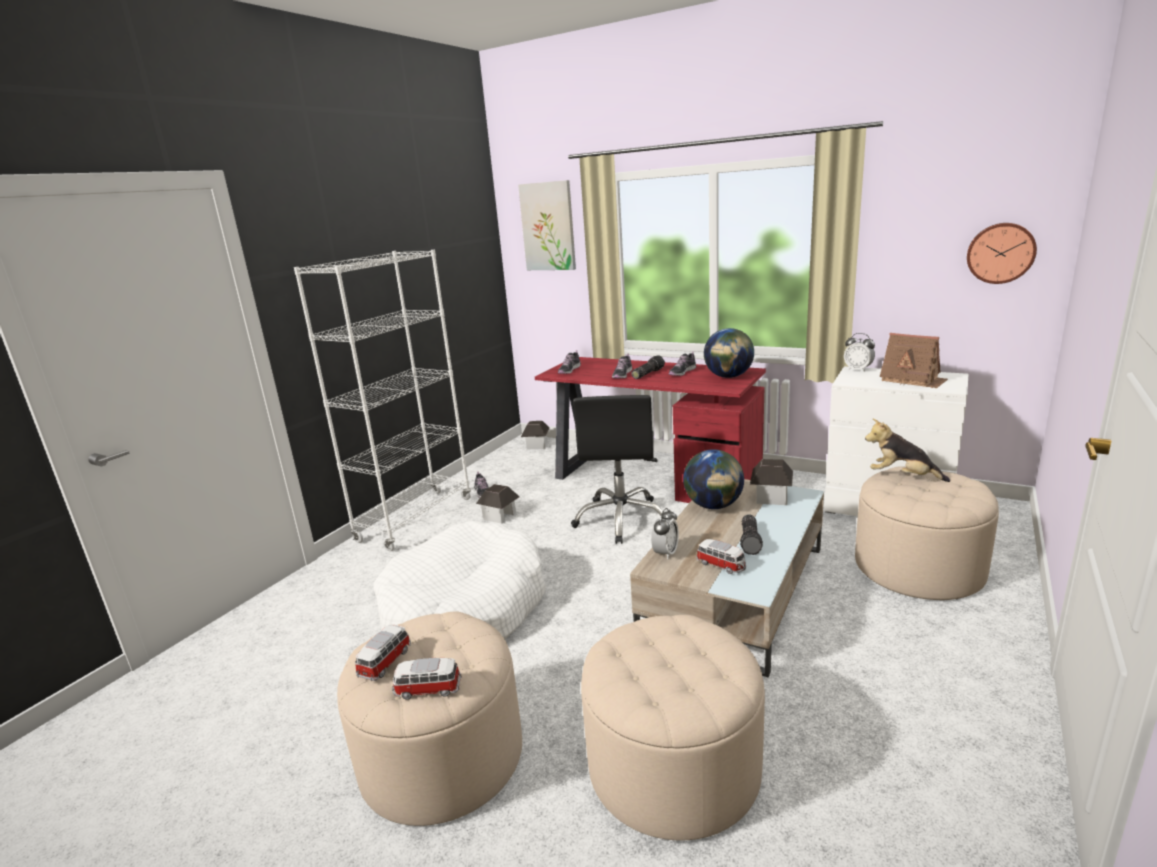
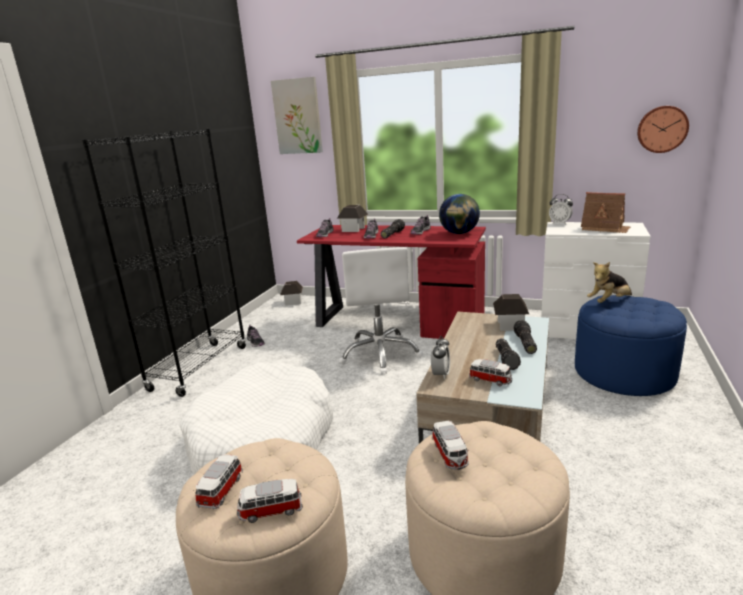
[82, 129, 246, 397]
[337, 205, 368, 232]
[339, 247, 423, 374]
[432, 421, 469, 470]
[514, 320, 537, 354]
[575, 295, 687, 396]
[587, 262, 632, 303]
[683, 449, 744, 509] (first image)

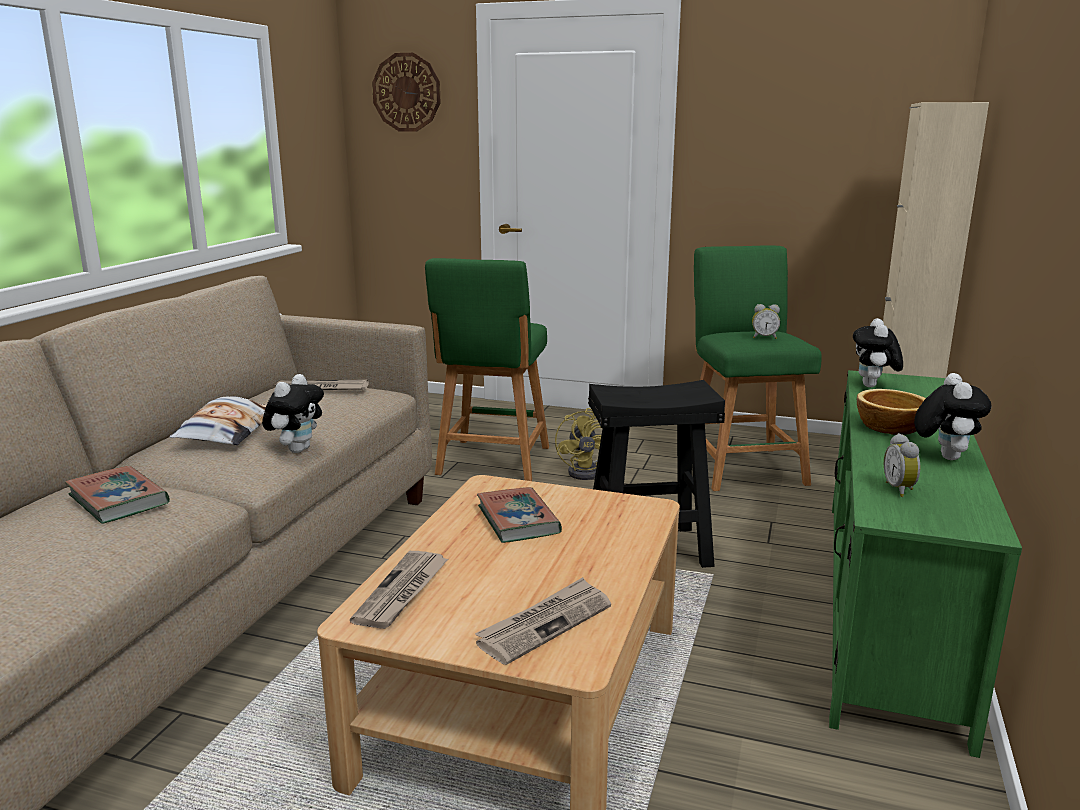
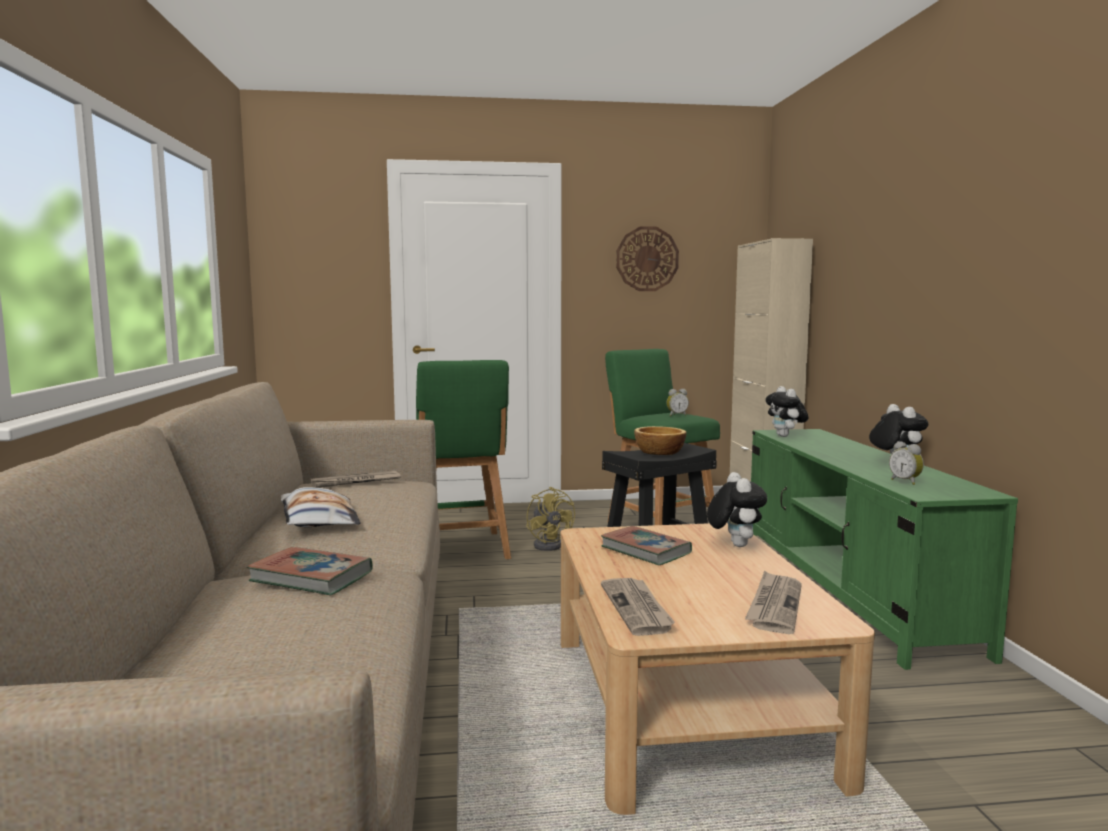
[616, 226, 679, 291]
[634, 426, 686, 455]
[707, 472, 767, 547]

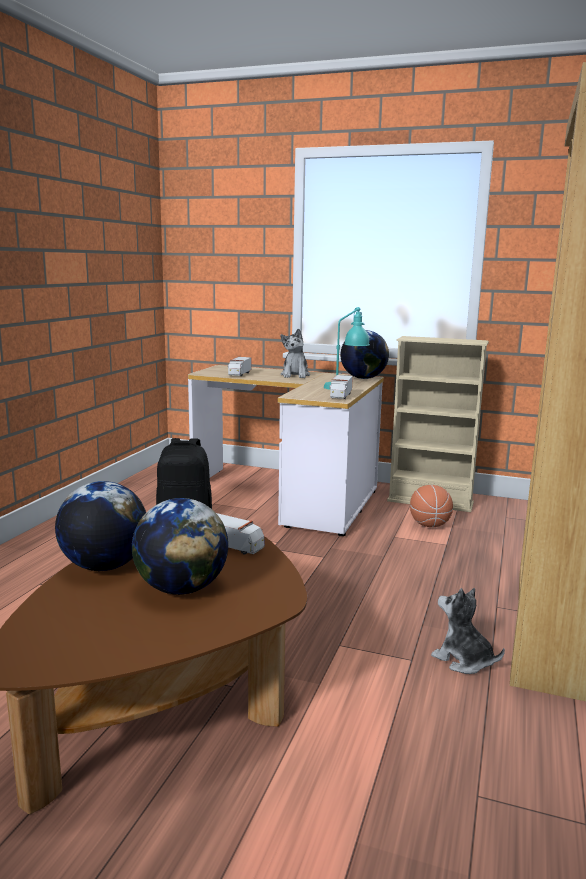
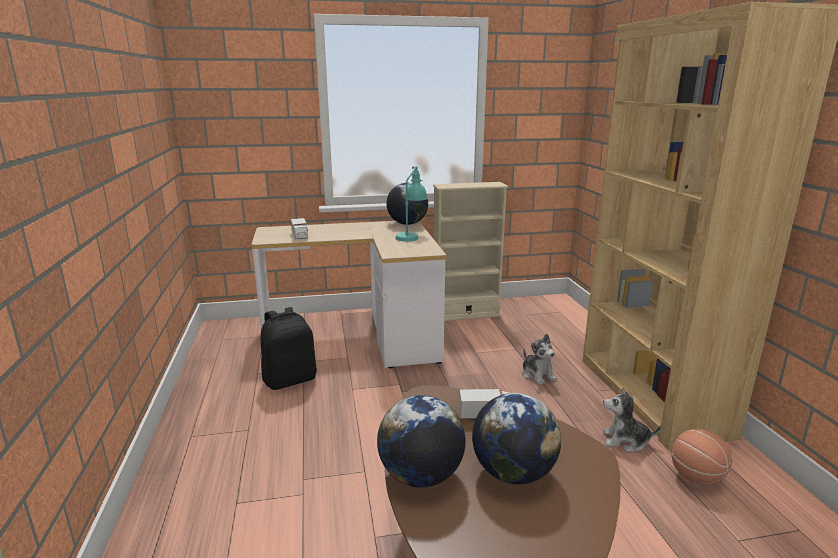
[522, 334, 557, 385]
[671, 429, 732, 486]
[329, 375, 353, 399] (first image)

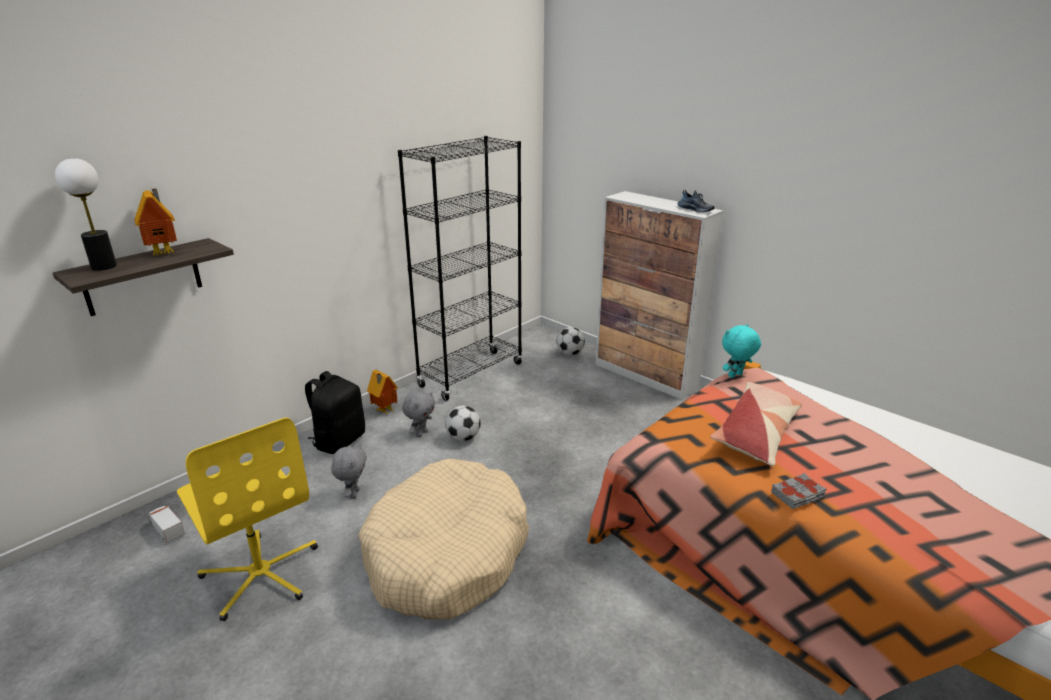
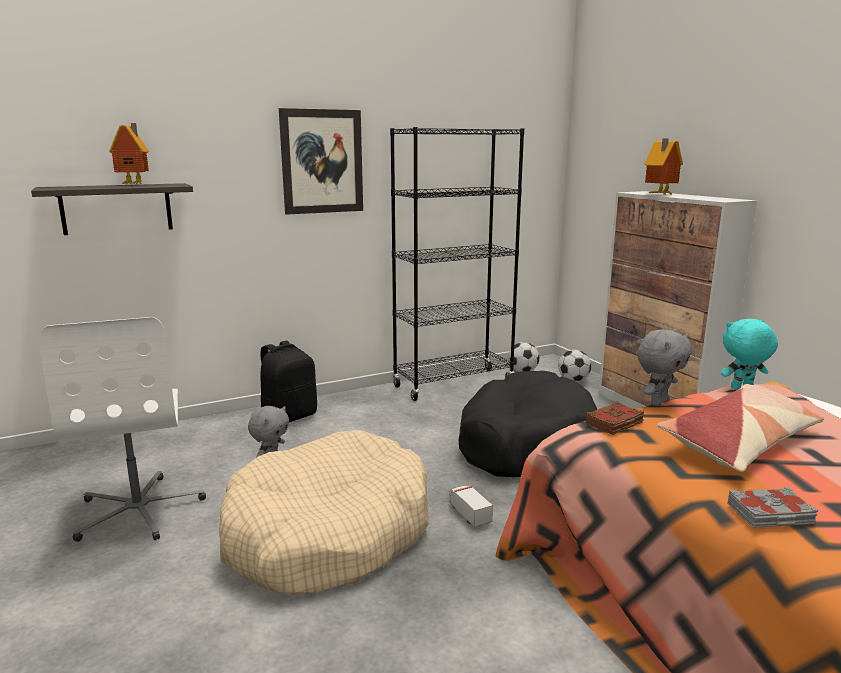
[39, 317, 206, 542]
[279, 108, 363, 215]
[449, 485, 493, 527]
[459, 371, 597, 477]
[508, 342, 539, 372]
[586, 402, 644, 435]
[637, 329, 692, 406]
[645, 139, 683, 195]
[55, 158, 117, 271] (first image)
[677, 190, 715, 212] (first image)

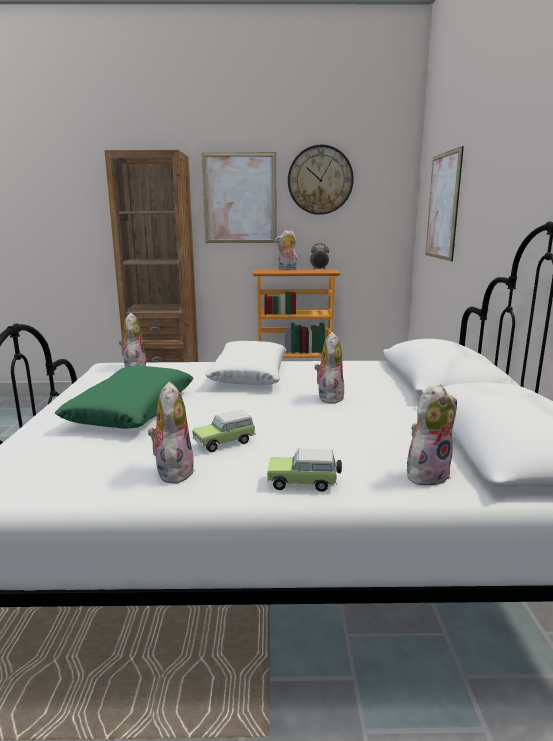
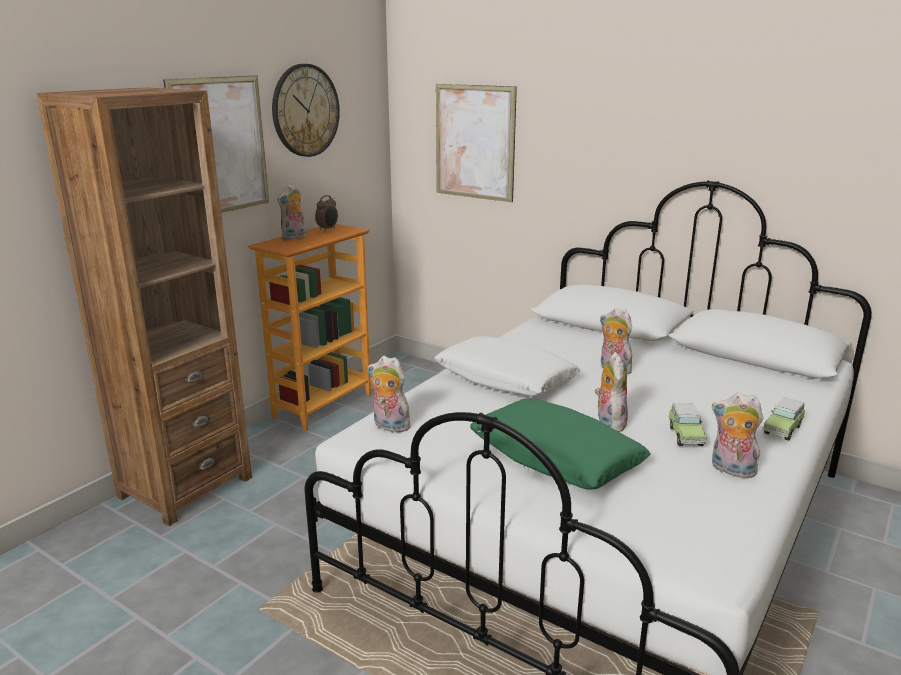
[595, 352, 628, 432]

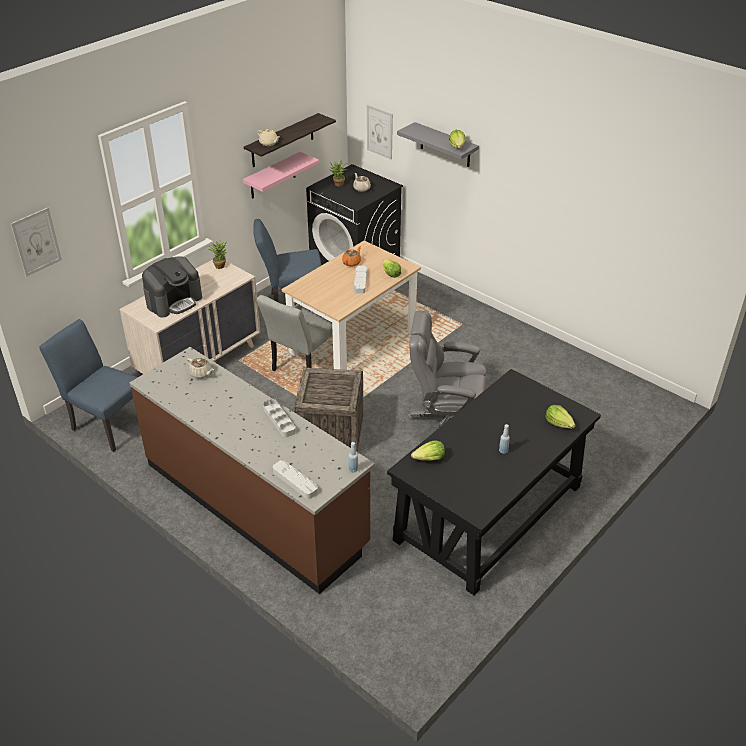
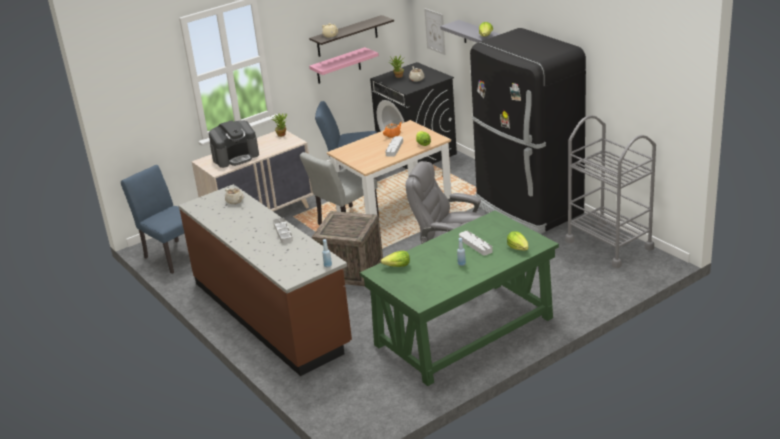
[360, 210, 559, 386]
[459, 231, 493, 255]
[470, 28, 586, 234]
[565, 115, 656, 268]
[11, 208, 62, 277] (first image)

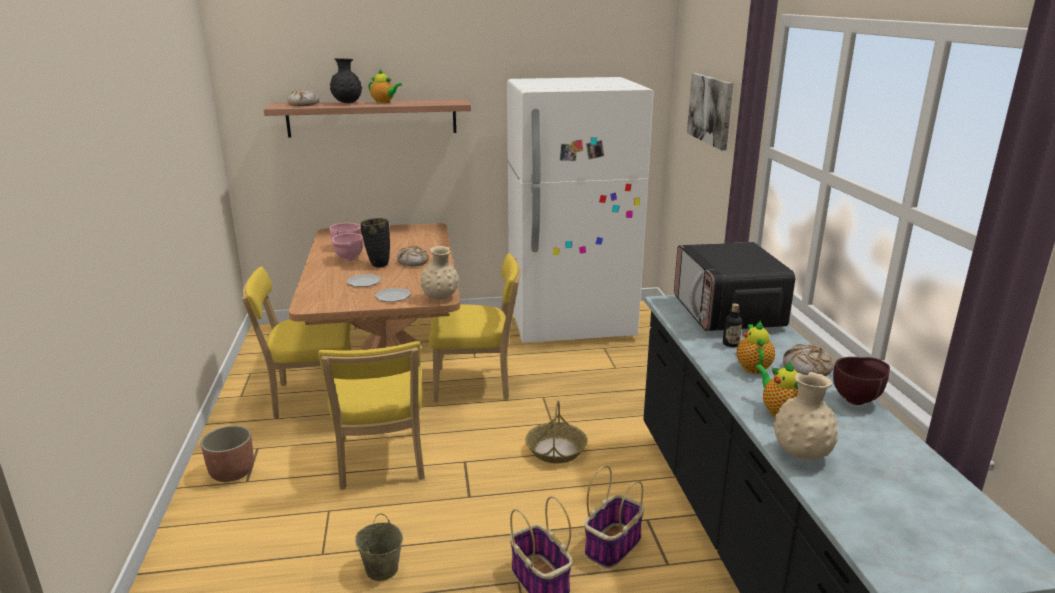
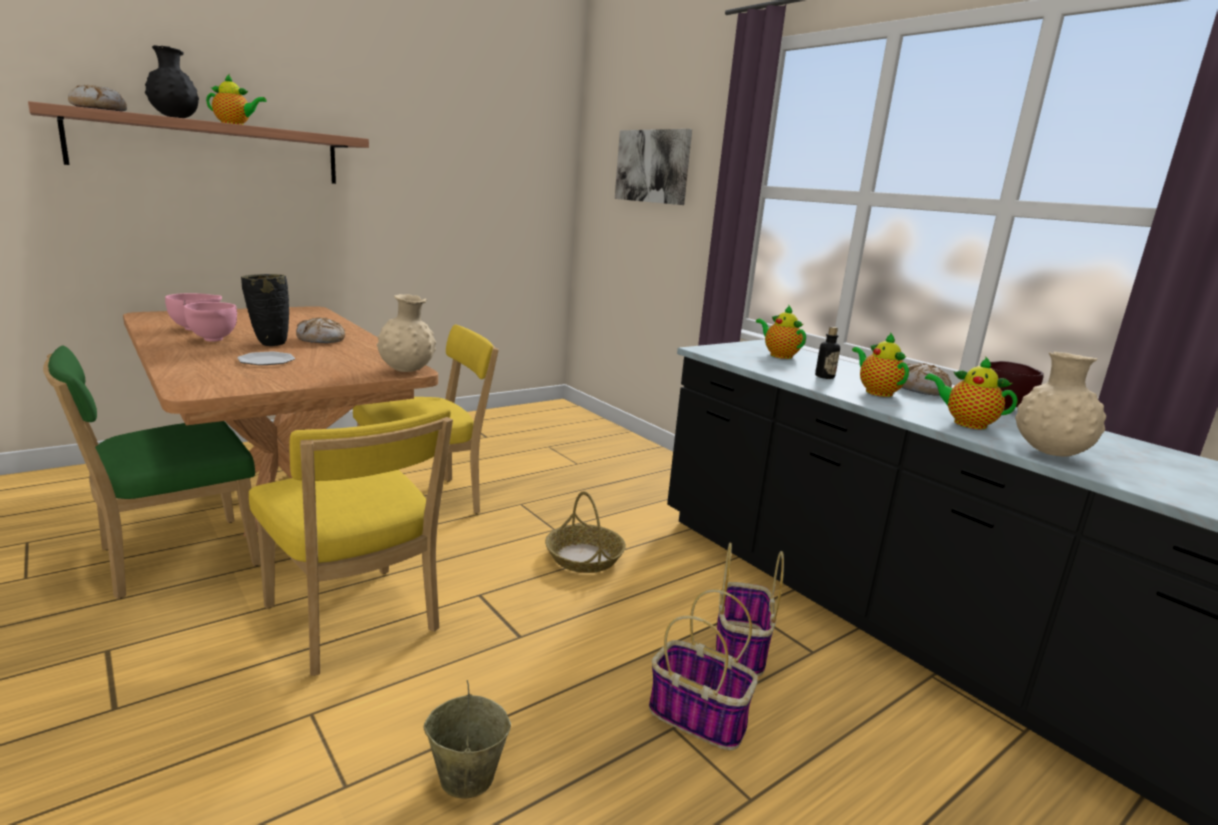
[43, 346, 261, 599]
[756, 305, 806, 359]
[201, 425, 254, 482] (first image)
[375, 288, 411, 302] (first image)
[507, 77, 654, 343] (first image)

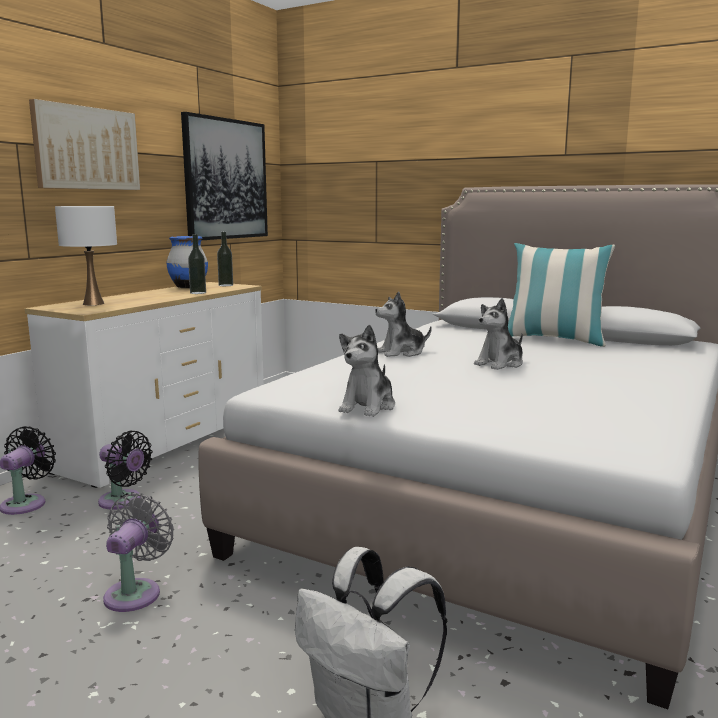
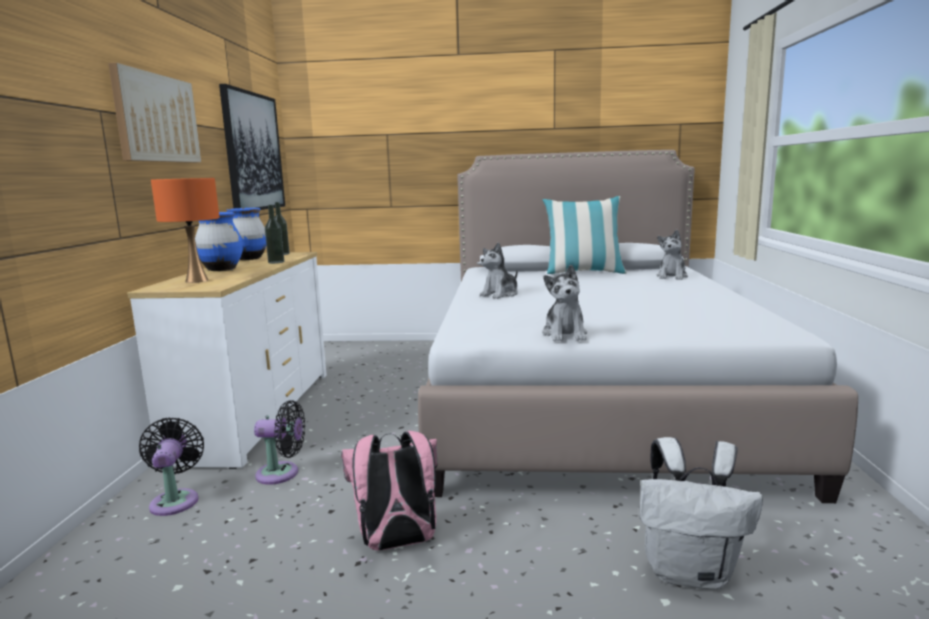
[151, 178, 220, 283]
[195, 212, 243, 271]
[341, 431, 437, 551]
[657, 230, 688, 280]

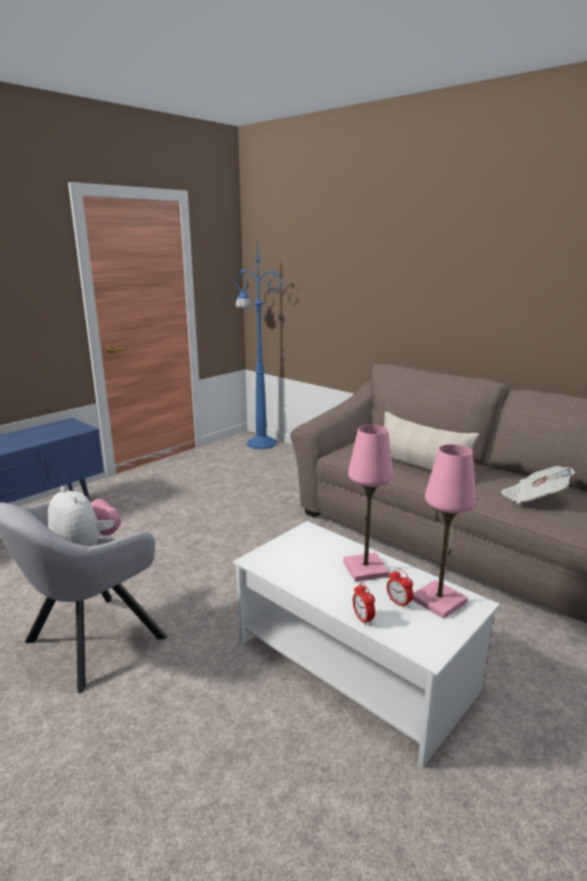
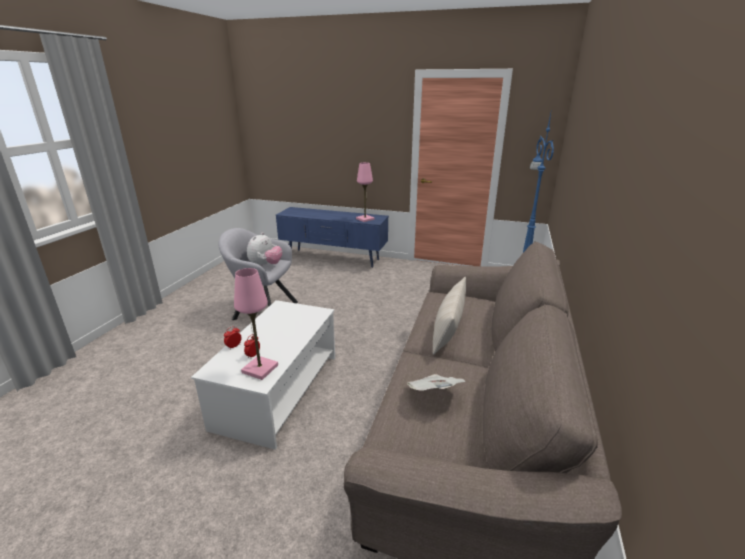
[356, 162, 374, 222]

